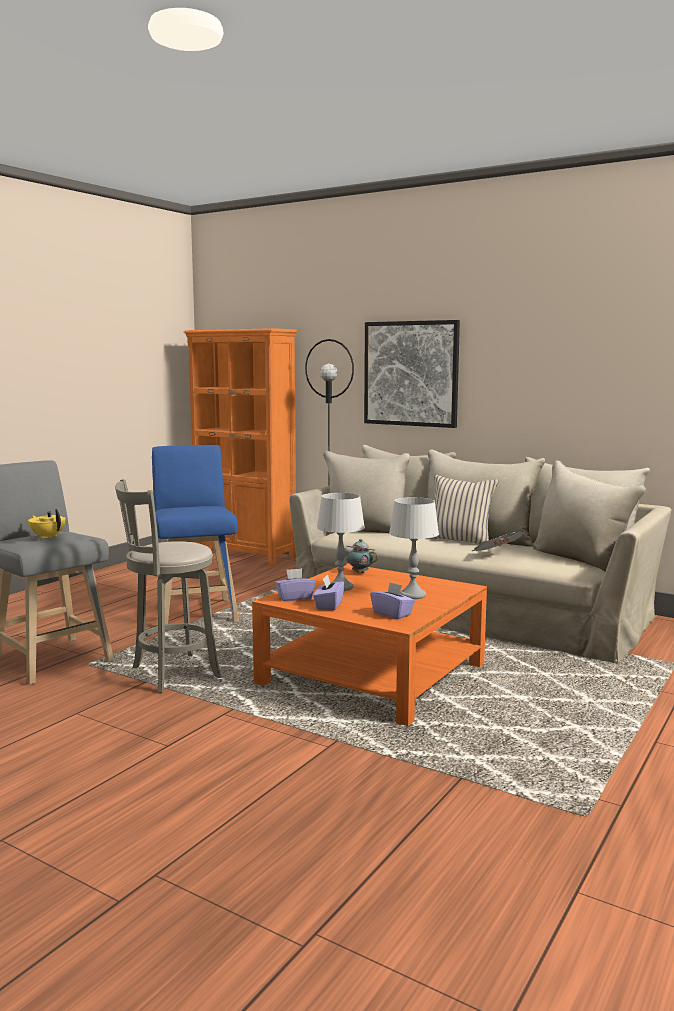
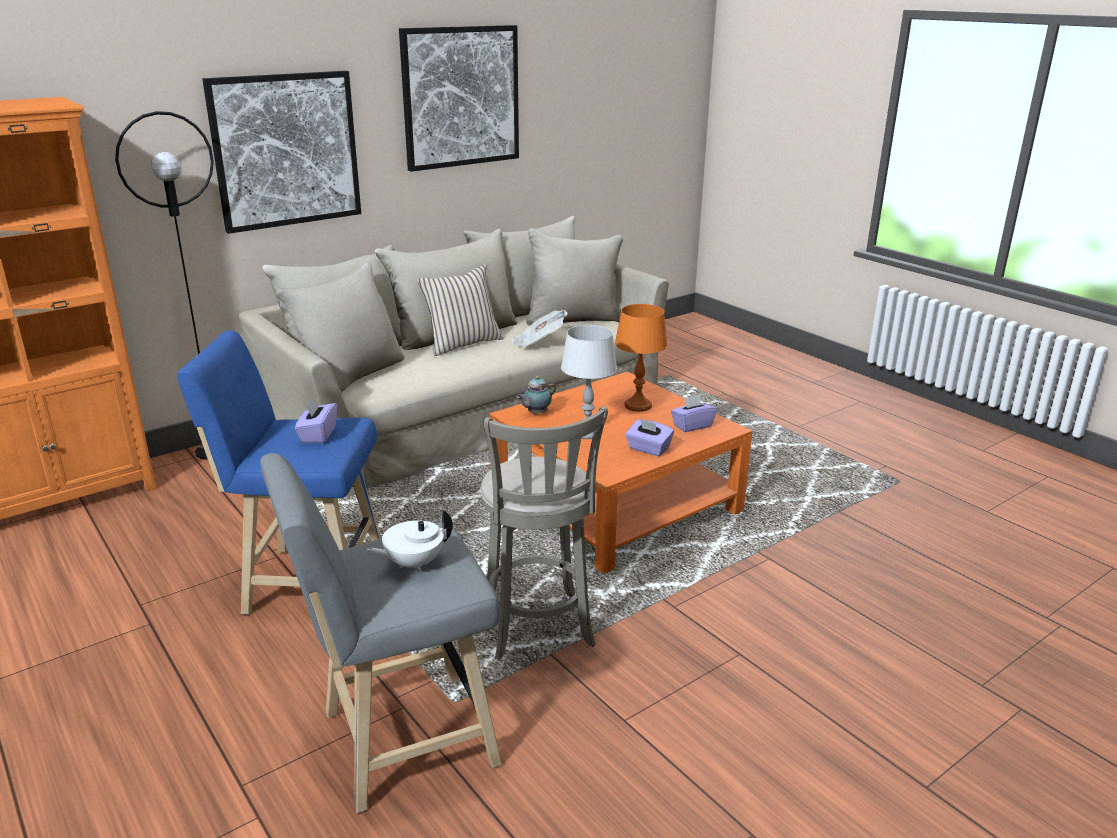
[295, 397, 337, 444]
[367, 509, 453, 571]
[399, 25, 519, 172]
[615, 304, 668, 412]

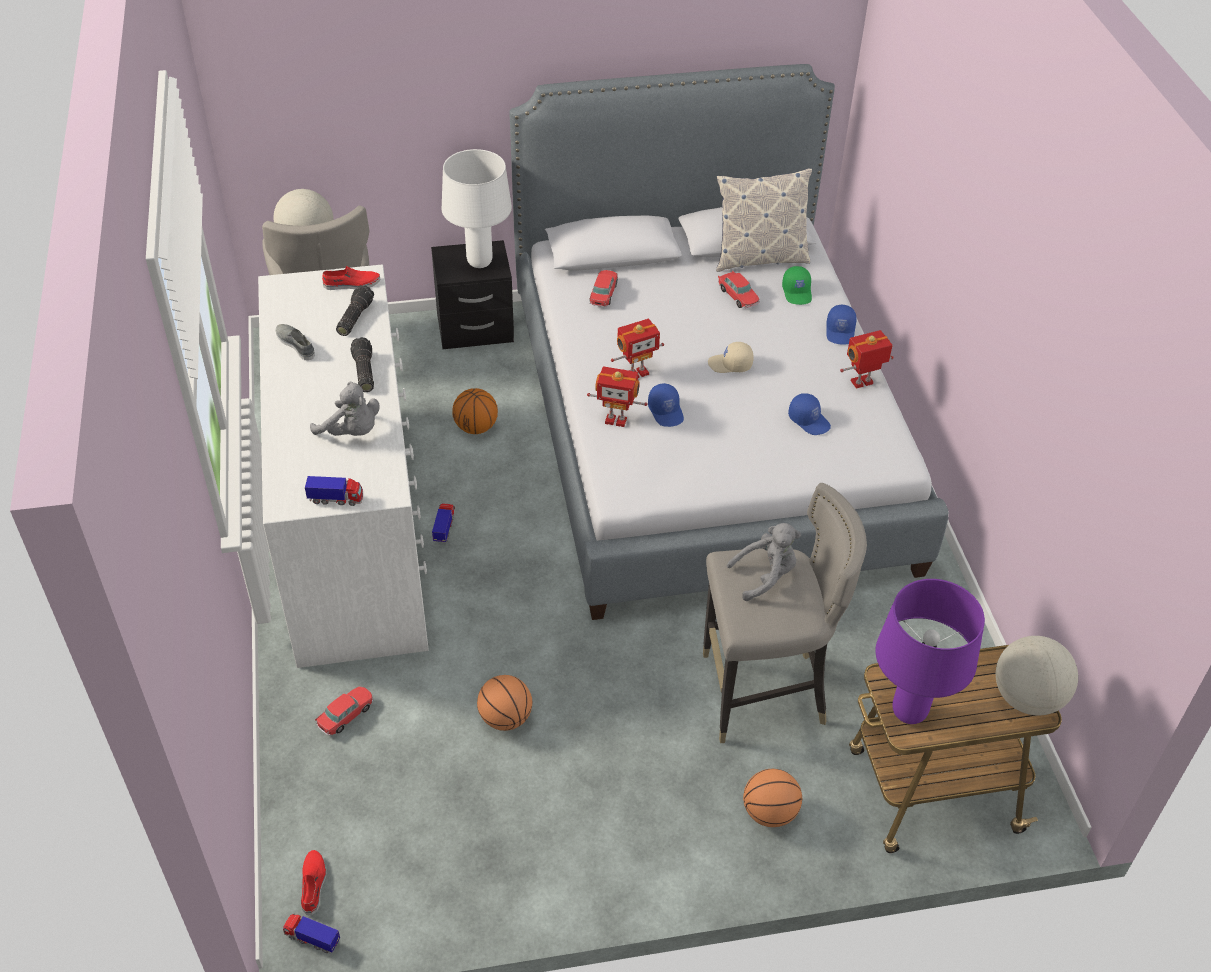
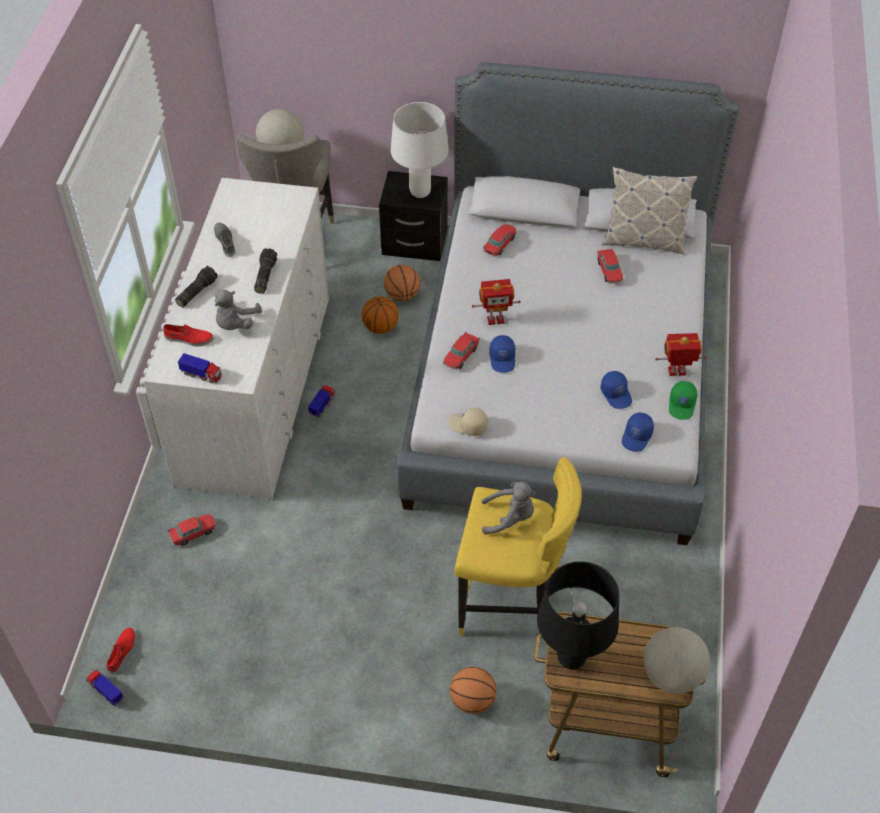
[163, 324, 214, 347]
[175, 266, 218, 307]
[215, 289, 262, 330]
[384, 265, 420, 301]
[443, 332, 479, 370]
[449, 408, 488, 436]
[454, 457, 582, 645]
[537, 561, 619, 670]
[622, 412, 654, 452]
[669, 381, 697, 420]

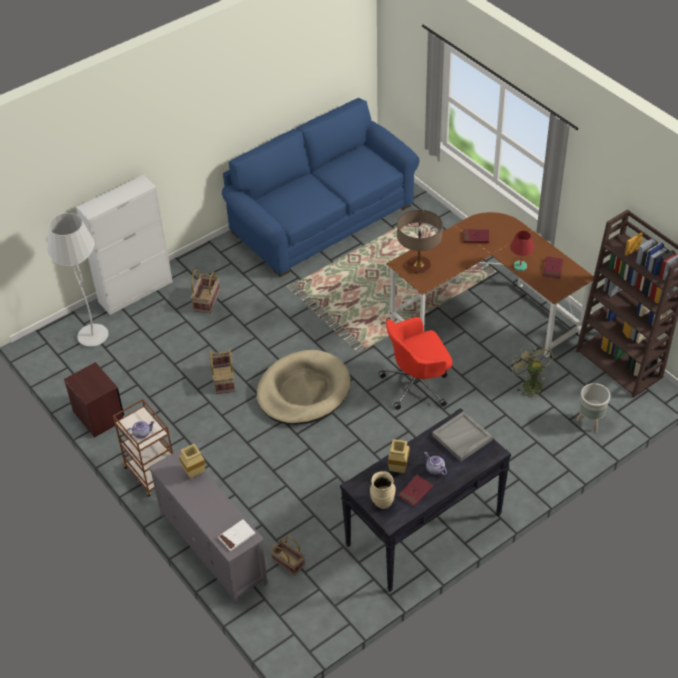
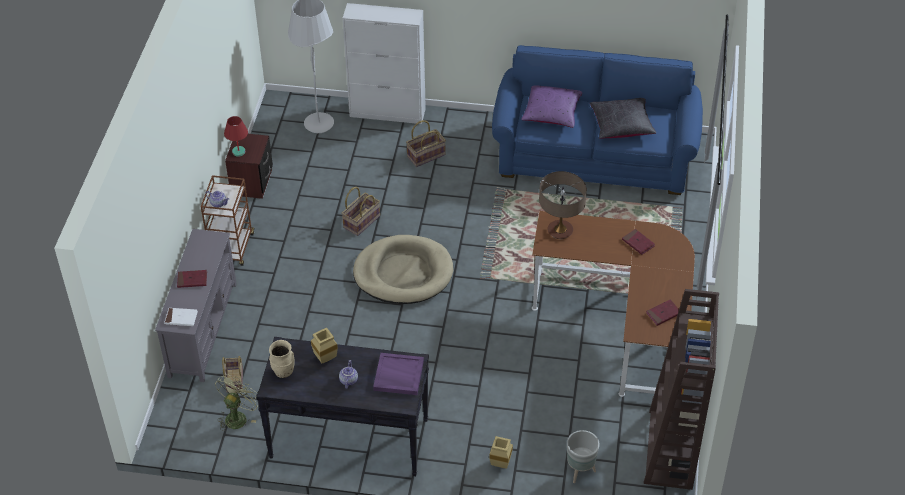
[177, 270, 207, 288]
[215, 374, 259, 431]
[224, 116, 248, 157]
[373, 353, 424, 395]
[489, 436, 513, 469]
[521, 85, 582, 128]
[590, 98, 656, 139]
[379, 317, 453, 410] (first image)

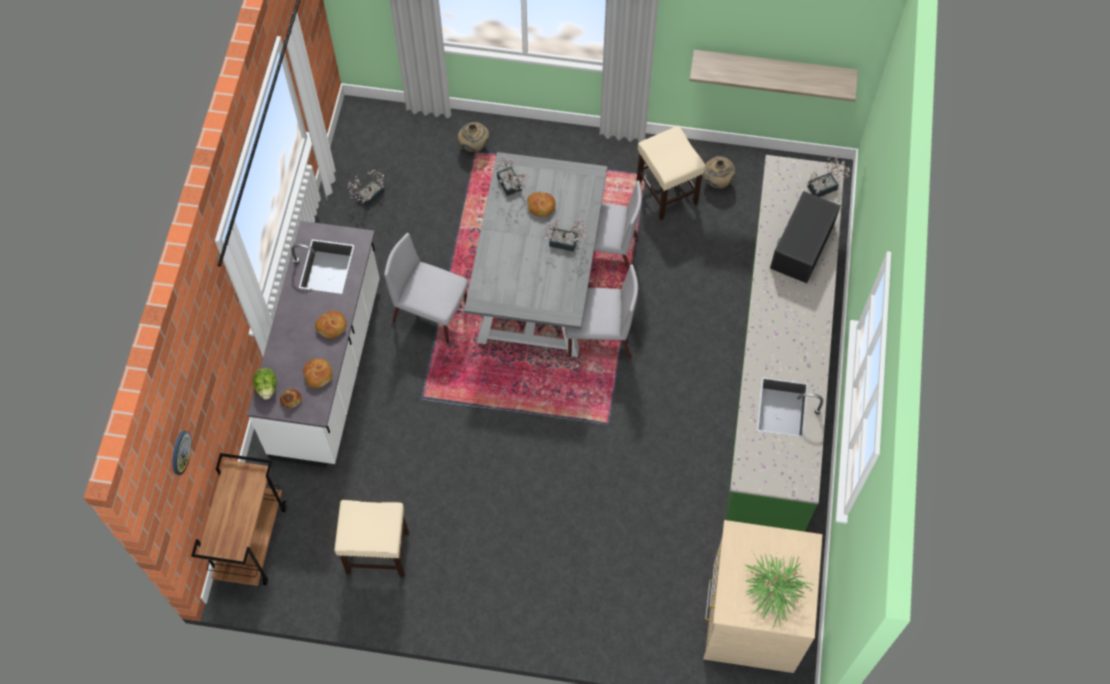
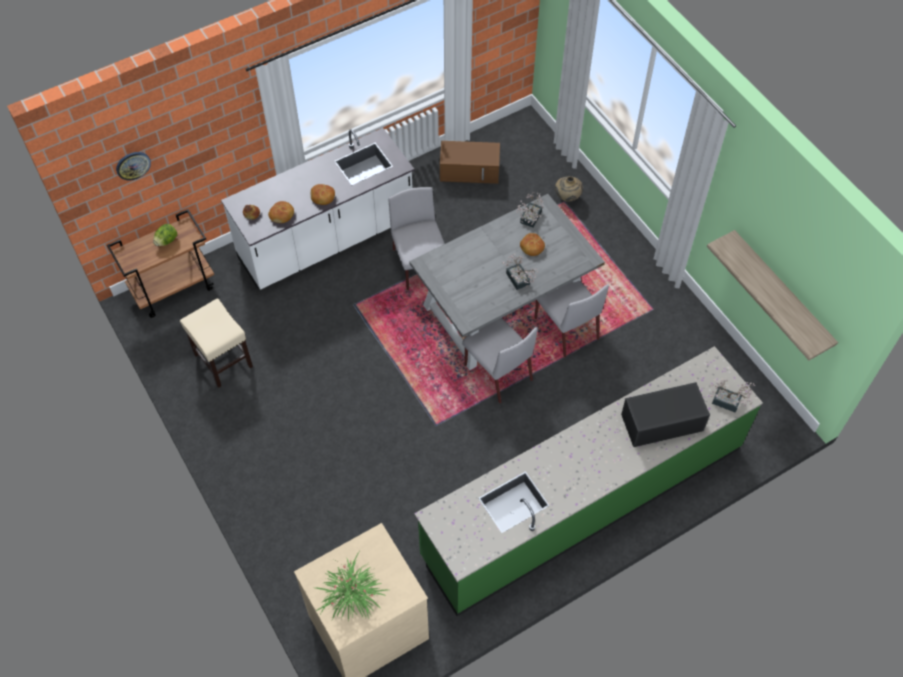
[153, 224, 177, 246]
[440, 141, 500, 184]
[636, 126, 706, 220] (first image)
[703, 156, 735, 188] (first image)

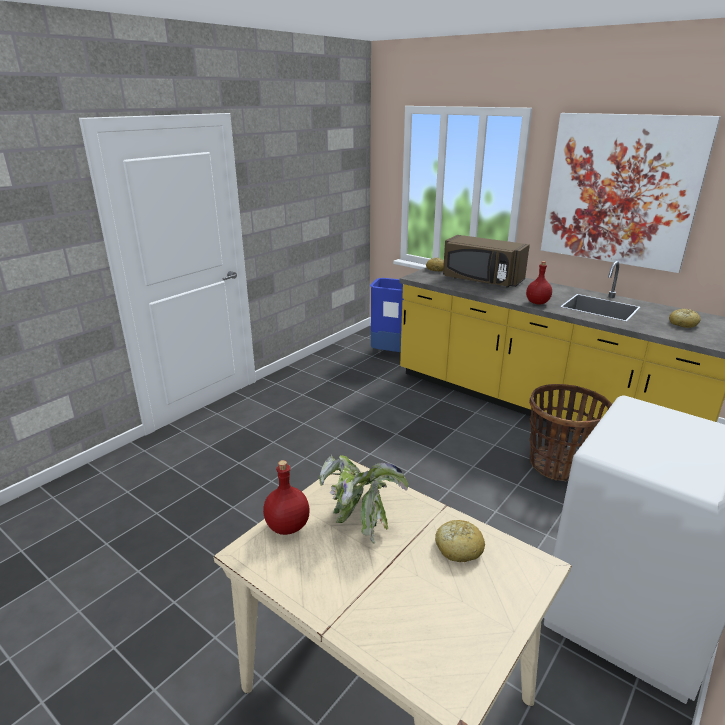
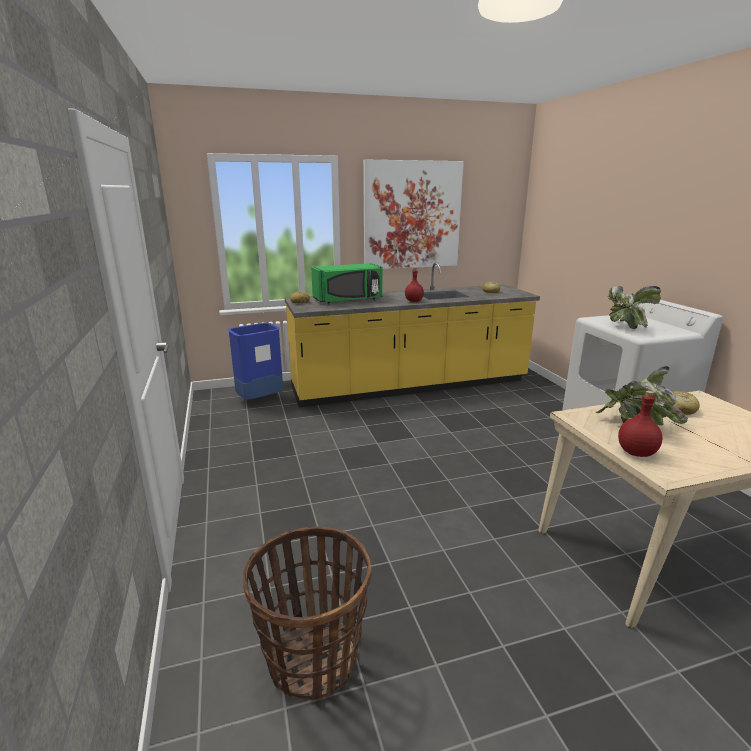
[243, 526, 372, 701]
[311, 263, 382, 303]
[608, 286, 661, 329]

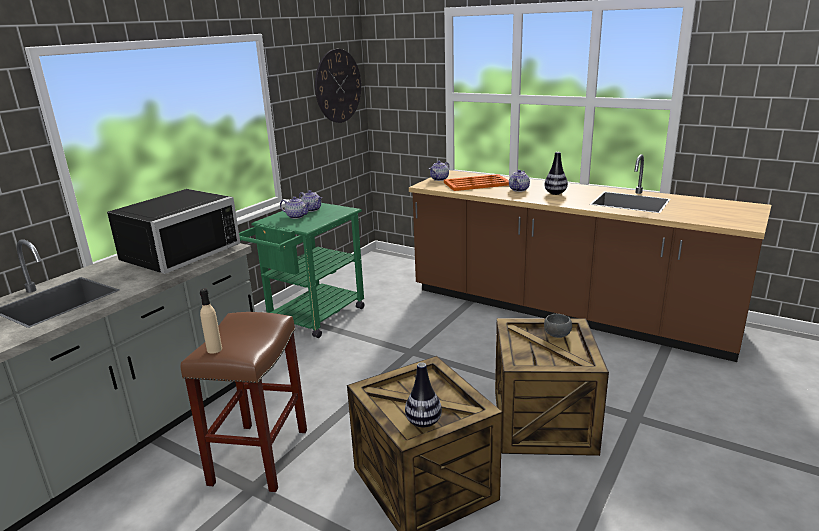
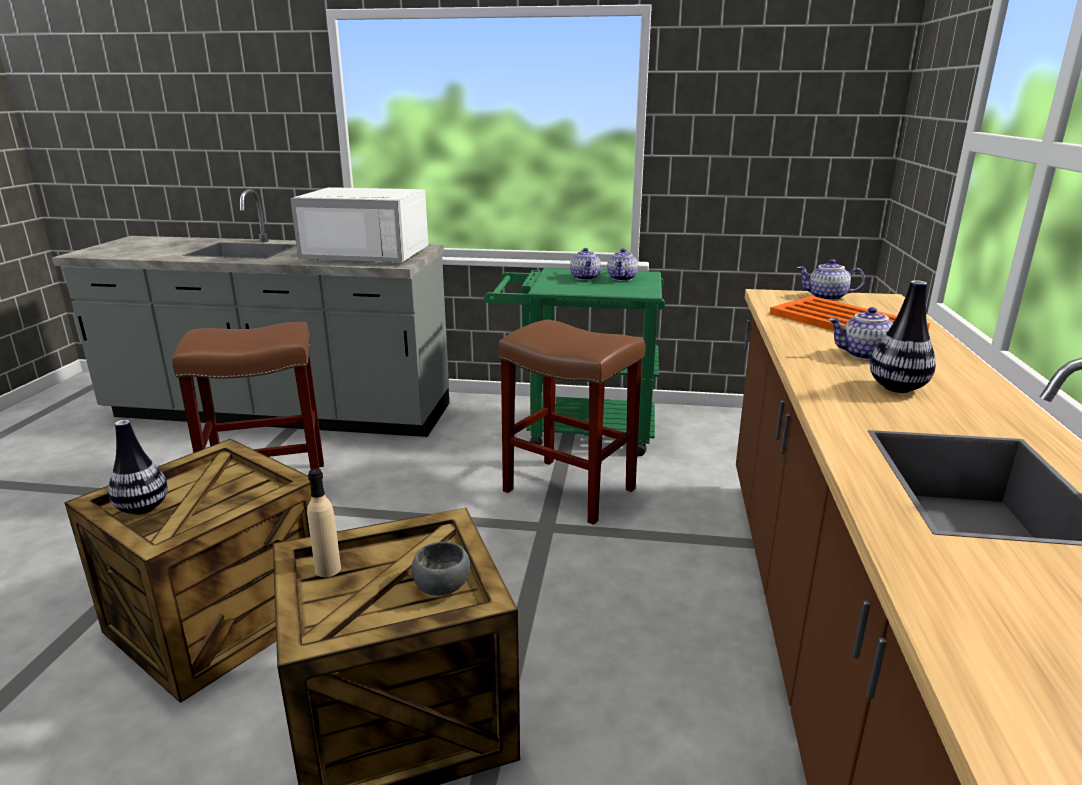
[290, 187, 428, 263]
[307, 469, 341, 577]
[498, 320, 645, 525]
[315, 49, 361, 123] (first image)

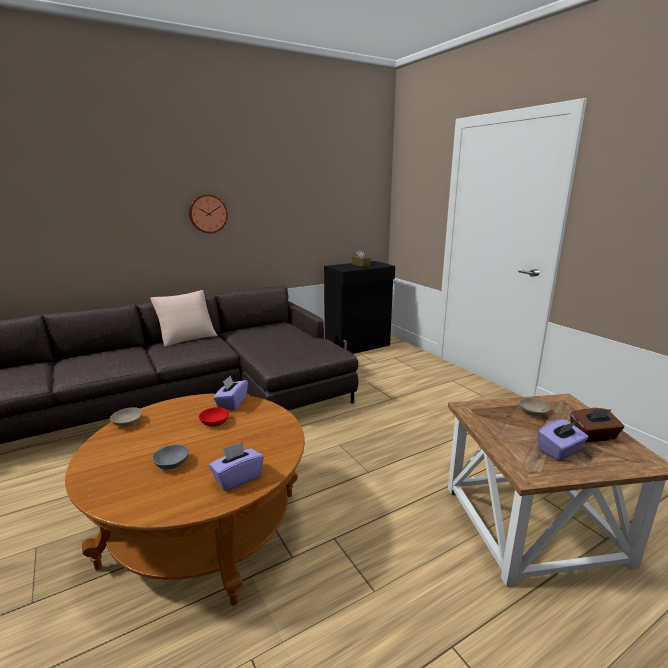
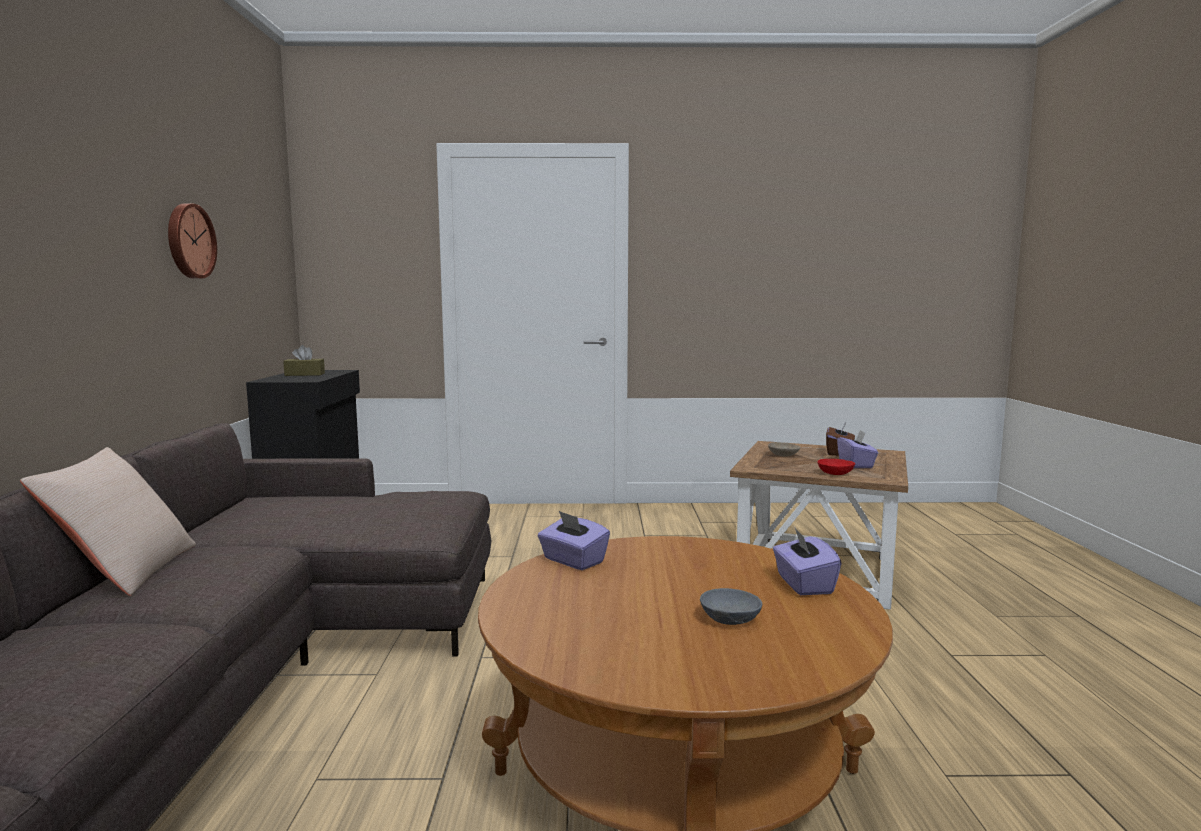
[168, 203, 217, 279]
[817, 459, 855, 475]
[110, 407, 142, 427] (first image)

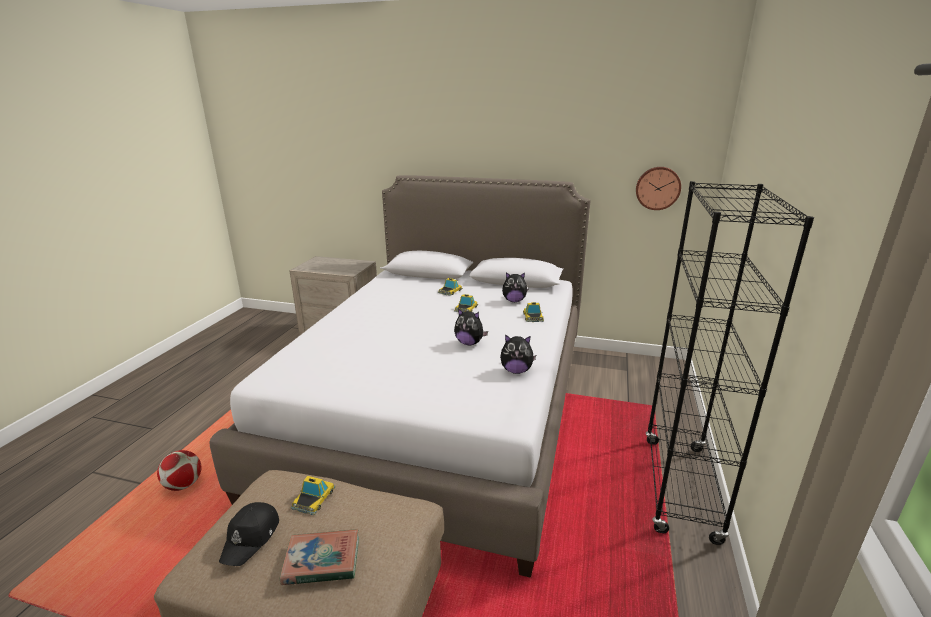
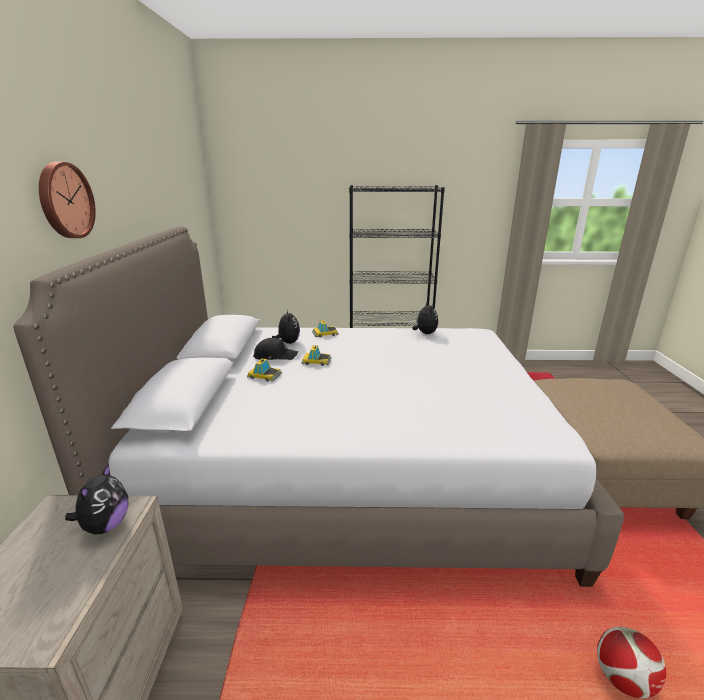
[39, 162, 96, 238]
[65, 463, 128, 534]
[253, 338, 298, 360]
[280, 529, 359, 585] (first image)
[291, 476, 336, 515] (first image)

